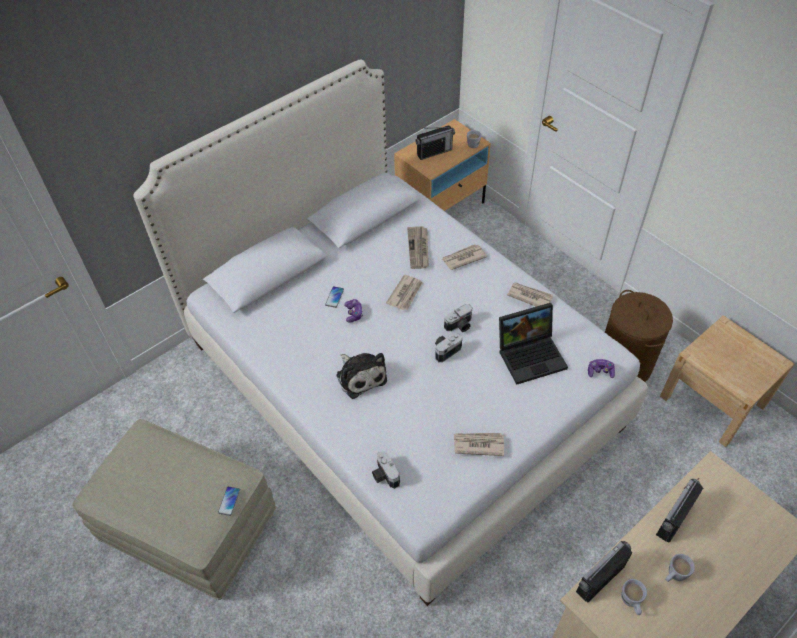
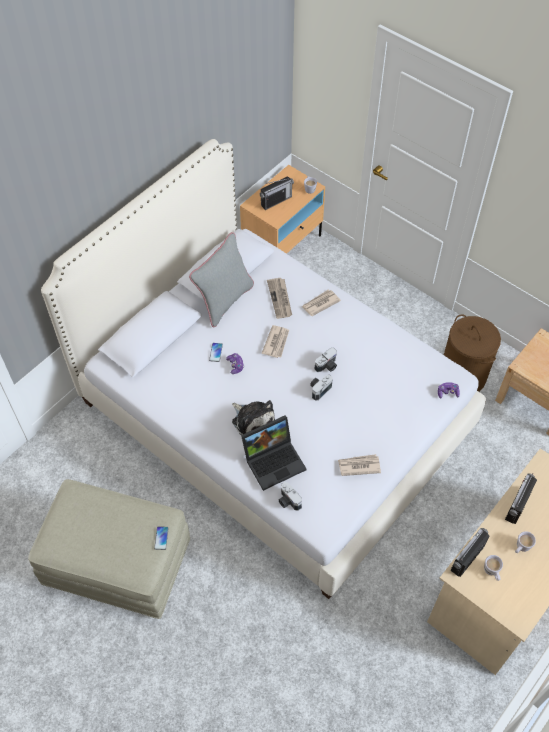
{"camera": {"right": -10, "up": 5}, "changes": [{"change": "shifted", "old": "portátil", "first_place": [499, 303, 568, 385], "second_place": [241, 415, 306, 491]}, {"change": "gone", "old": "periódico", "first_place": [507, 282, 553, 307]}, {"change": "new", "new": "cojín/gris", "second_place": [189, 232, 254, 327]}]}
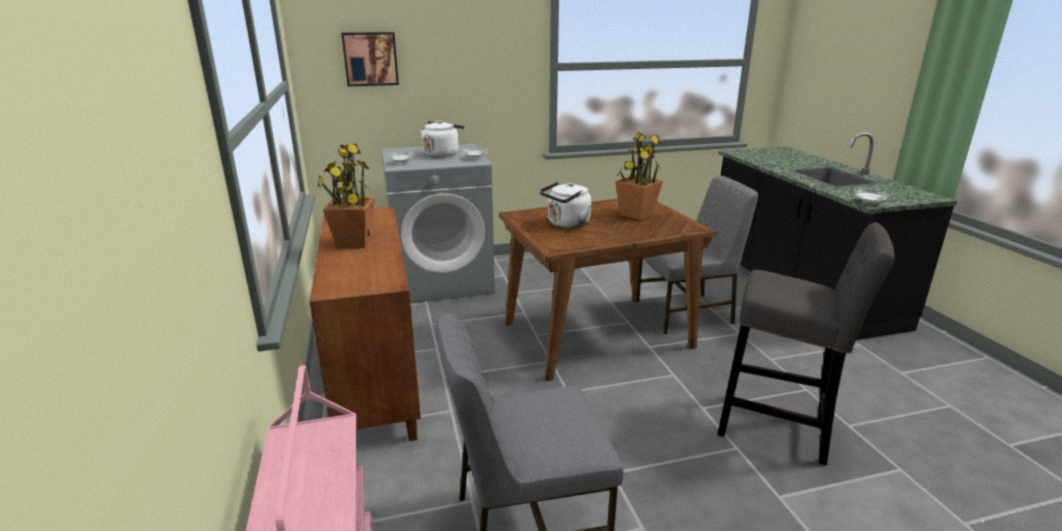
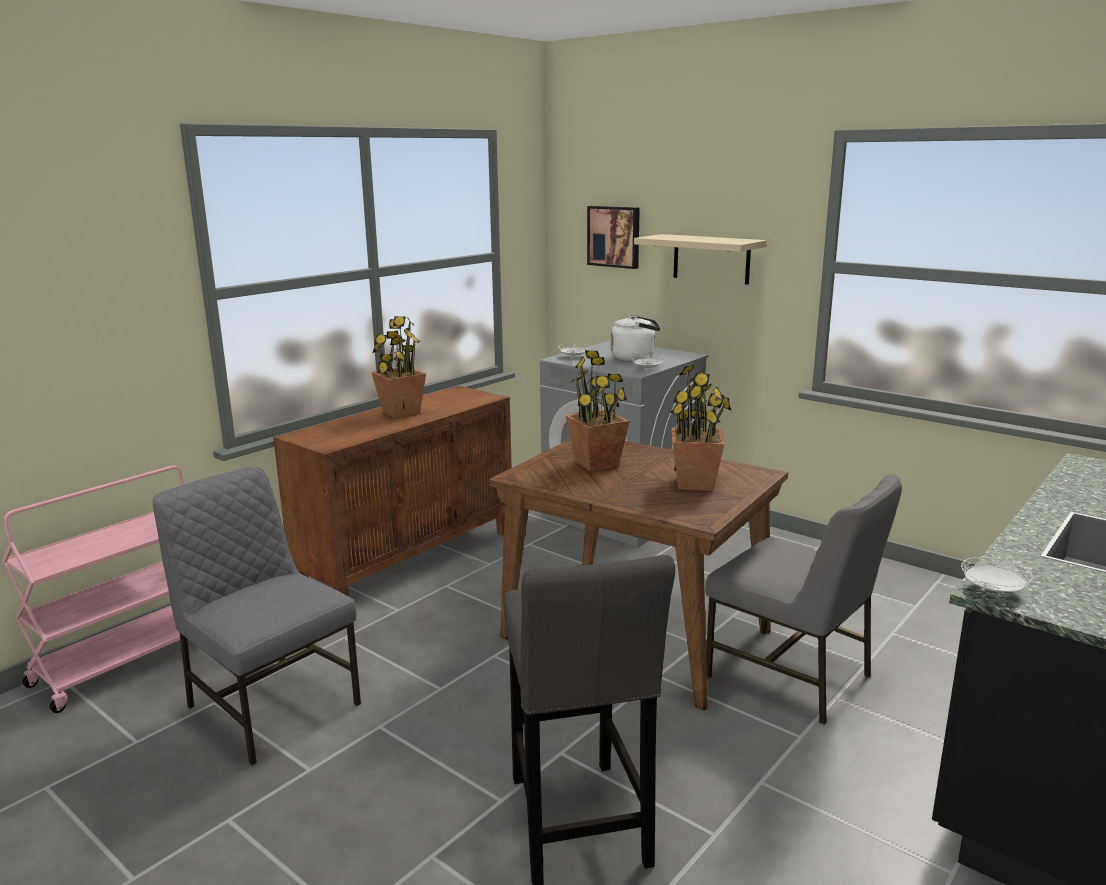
{"camera": {"right": 55, "up": -5}, "changes": [{"change": "swapped", "old": "hervidor/blanco", "new": "planta en maceta", "first_place": [540, 182, 592, 228], "second_place": [566, 350, 630, 472]}, {"change": "new", "new": "estante/beis", "second_place": [634, 234, 767, 285]}]}
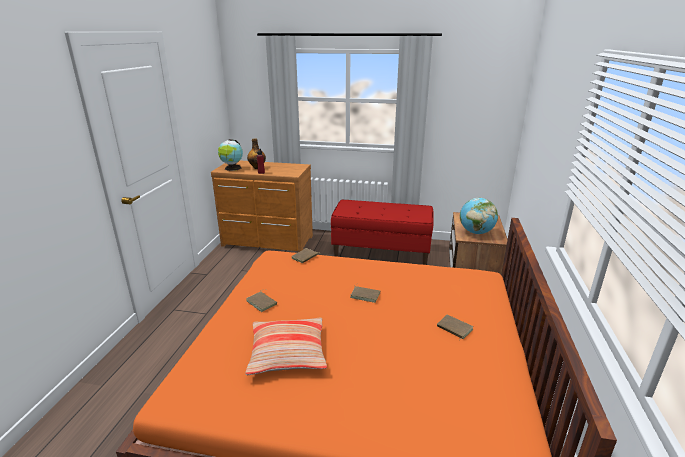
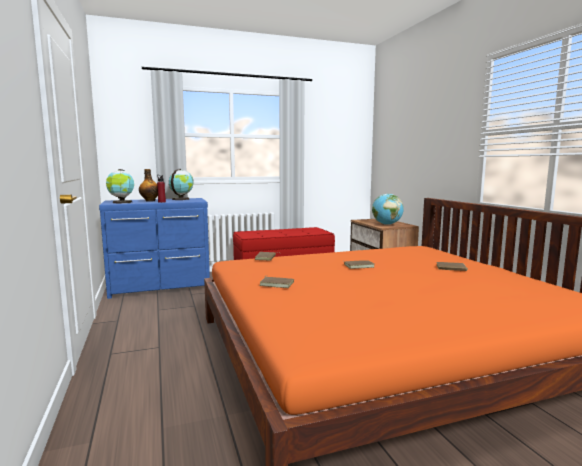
{"camera": {"right": -30, "up": -15}, "changes": [{"change": "repainted", "old": "cómoda/marrón", "new": "cómoda/azul", "first_place": [211, 161, 313, 252], "second_place": [99, 198, 210, 299]}, {"change": "gone", "old": "cojín", "first_place": [245, 318, 327, 375]}, {"change": "new", "new": "globo terráqueo", "second_place": [169, 169, 194, 200]}]}
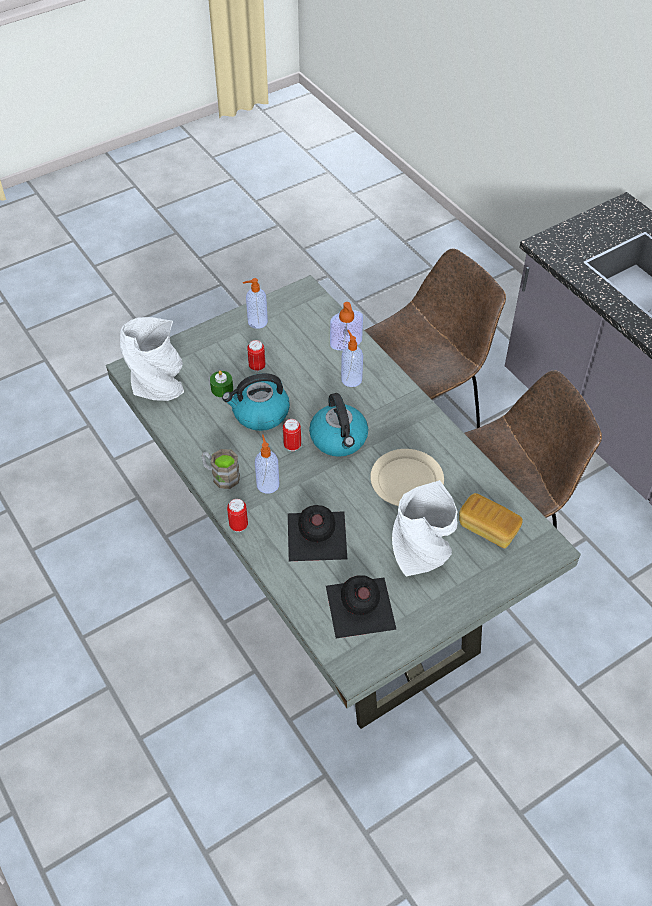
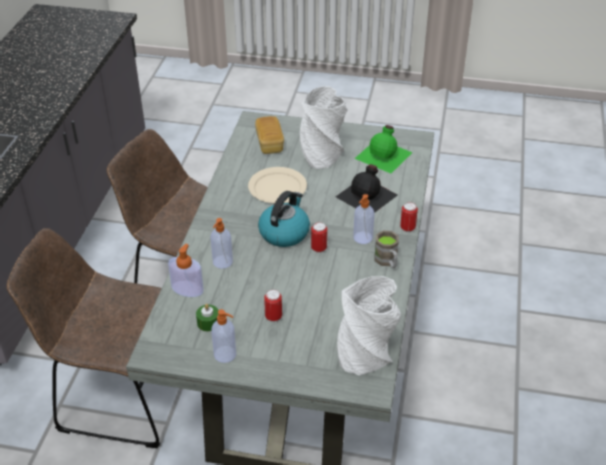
{"camera": {"right": -135, "up": -10}, "changes": [{"change": "shifted", "old": "vela/verde", "first_place": [210, 370, 233, 397], "second_place": [196, 304, 218, 332]}, {"change": "gone", "old": "hervidor", "first_place": [222, 373, 290, 431]}, {"change": "repainted", "old": "botella/negro", "new": "botella/verde", "first_place": [326, 575, 397, 638], "second_place": [355, 125, 413, 173]}]}
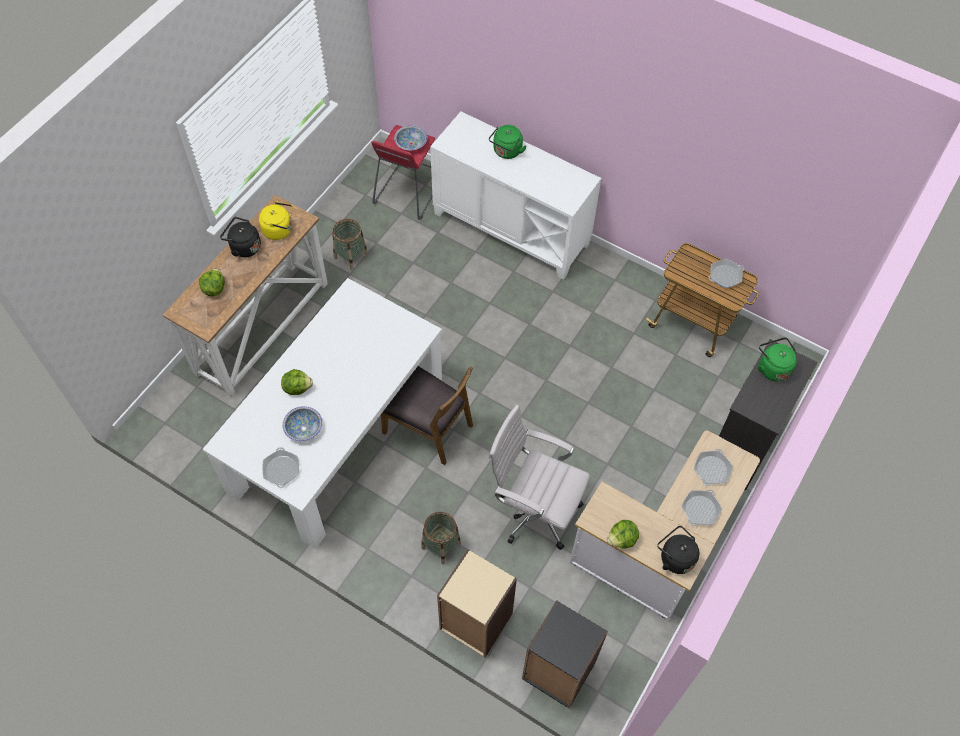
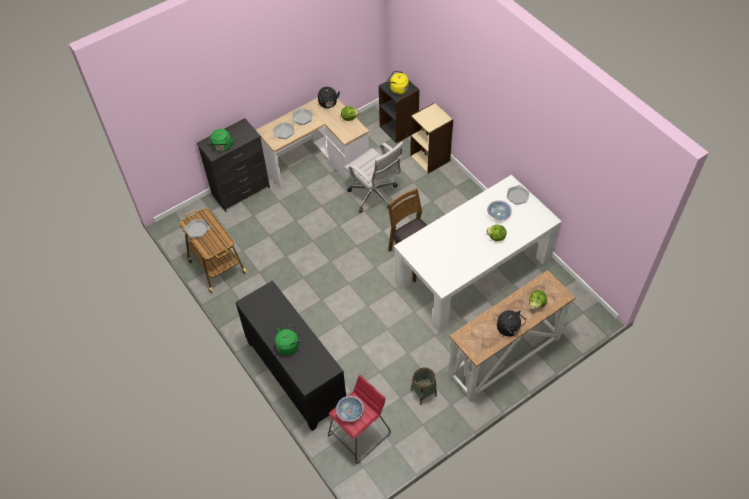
{"camera": {"right": -155, "up": -5}, "changes": [{"change": "shifted", "old": "hervidor/amarillo", "first_place": [259, 201, 293, 240], "second_place": [387, 70, 409, 94]}, {"change": "gone", "old": "cesta", "first_place": [421, 512, 461, 565]}, {"change": "repainted", "old": "armario/blanco", "new": "armario/negro", "first_place": [430, 111, 601, 279], "second_place": [235, 280, 346, 431]}]}
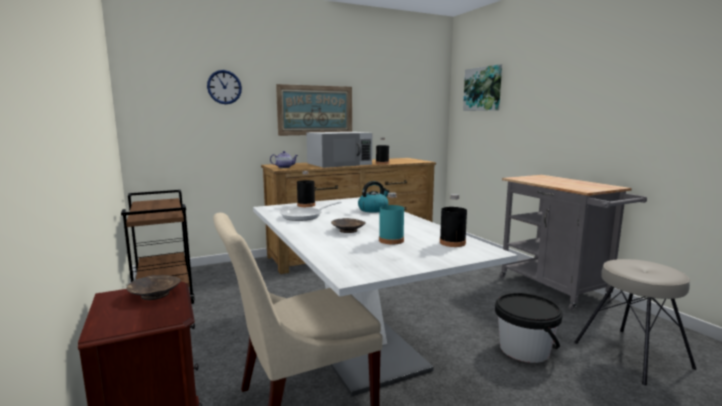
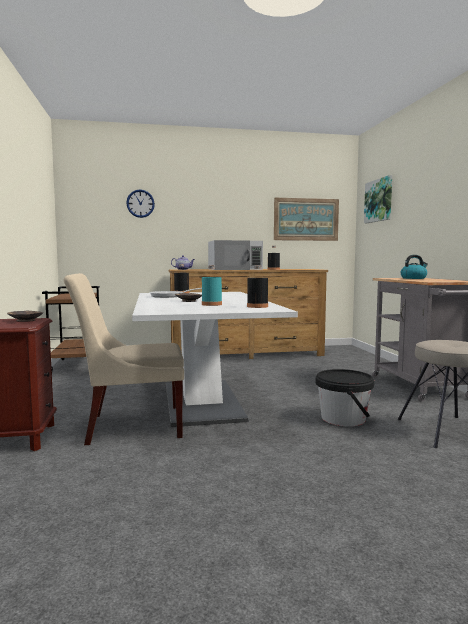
{"camera": {"right": 15, "up": -5}, "changes": [{"change": "shifted", "old": "cuadro", "first_place": [276, 84, 352, 136], "second_place": [274, 198, 339, 241]}, {"change": "shifted", "old": "hervidor", "first_place": [358, 181, 390, 213], "second_place": [401, 255, 428, 279]}]}
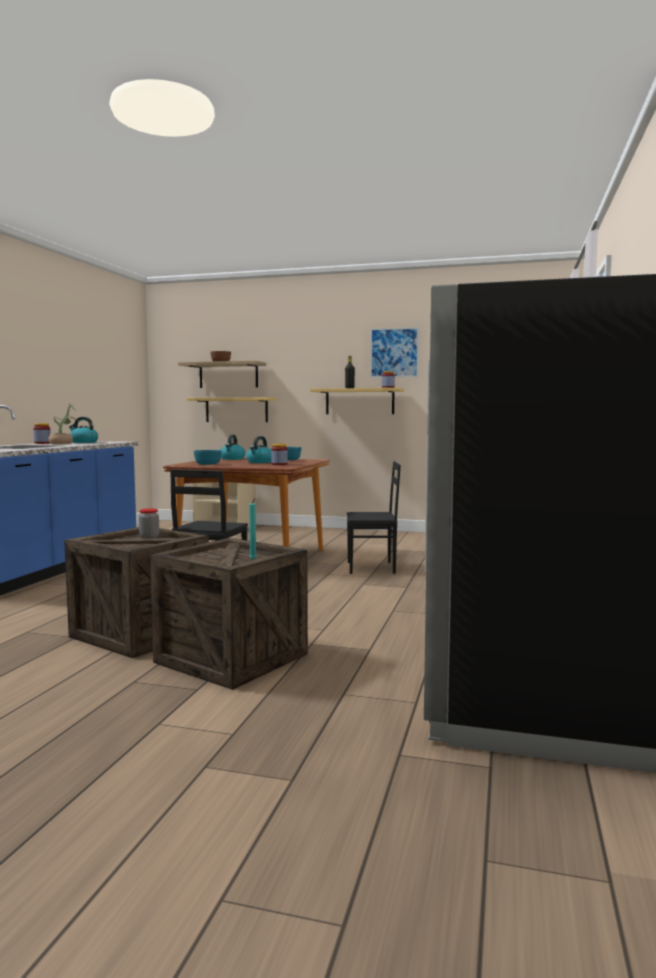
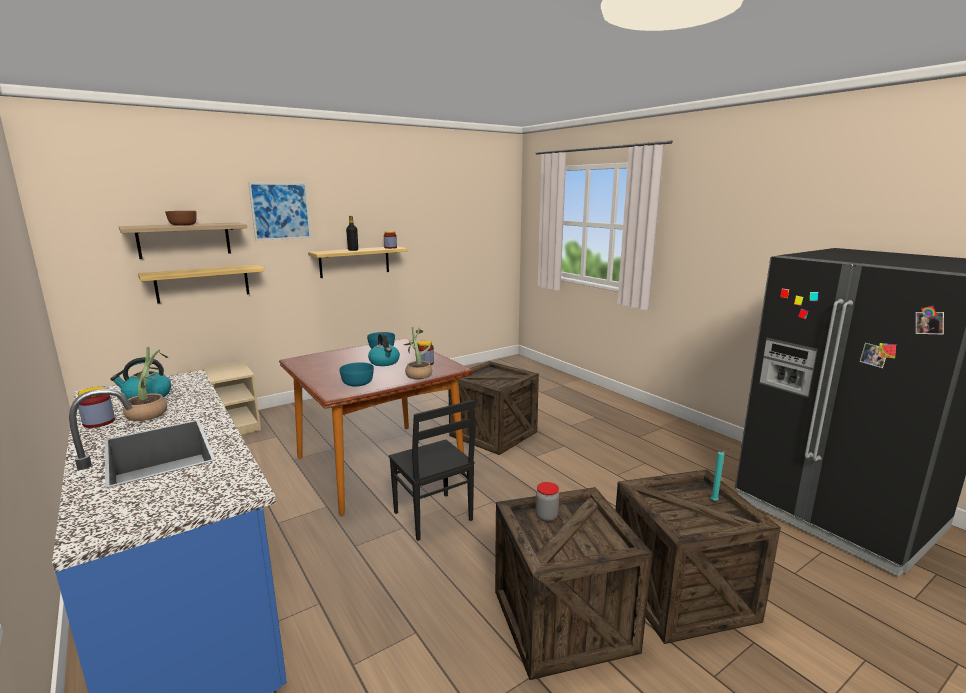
{"camera": {"right": -50, "up": 10}, "changes": [{"change": "gone", "old": "hervidor", "first_place": [221, 435, 246, 460]}, {"change": "swapped", "old": "silla/negro", "new": "caja de embalaje", "first_place": [347, 461, 401, 574], "second_place": [448, 361, 539, 455]}, {"change": "shifted", "old": "cuadro", "first_place": [370, 327, 419, 378], "second_place": [248, 183, 311, 241]}, {"change": "new", "new": "planta en maceta", "second_place": [403, 327, 433, 379]}]}
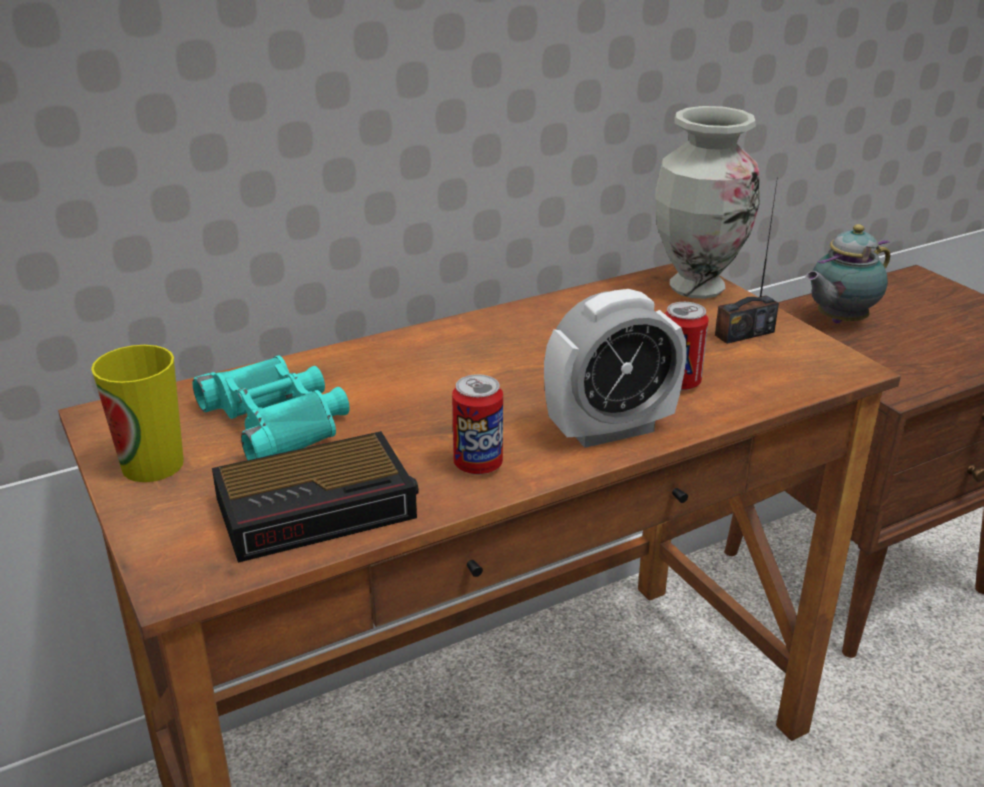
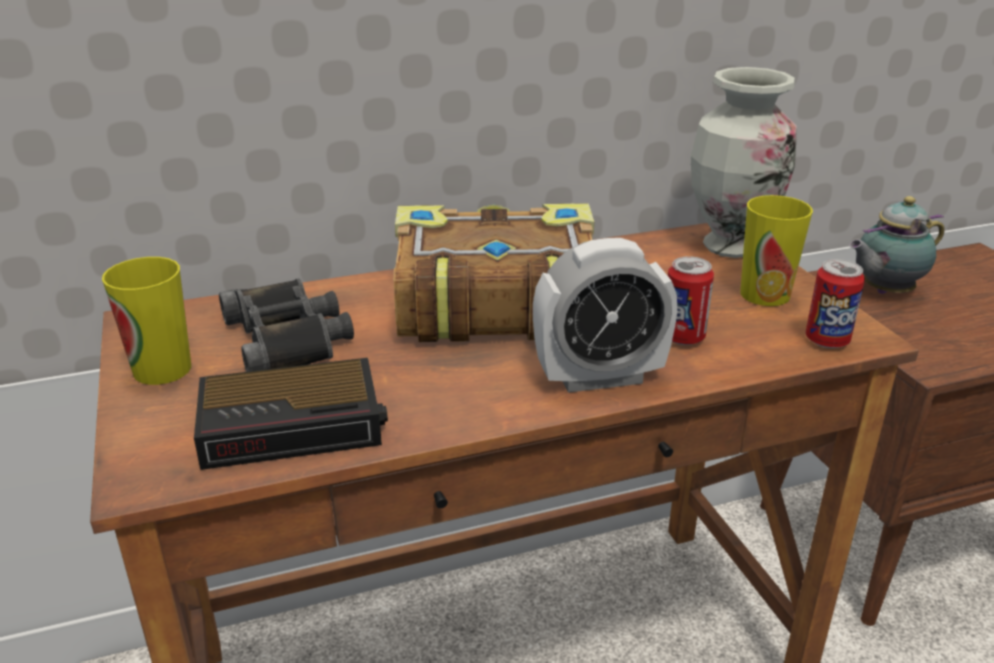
{"camera": {"right": 10, "up": 0}, "changes": [{"change": "repainted", "old": "prismáticos/turquesa", "new": "prismáticos/negro", "first_place": [192, 356, 350, 460], "second_place": [219, 278, 354, 372]}, {"change": "shifted", "old": "lata", "first_place": [452, 374, 503, 475], "second_place": [806, 259, 865, 348]}, {"change": "swapped", "old": "radio", "new": "taza", "first_place": [715, 176, 779, 344], "second_place": [740, 195, 813, 306]}, {"change": "new", "new": "libro", "second_place": [394, 203, 594, 342]}]}
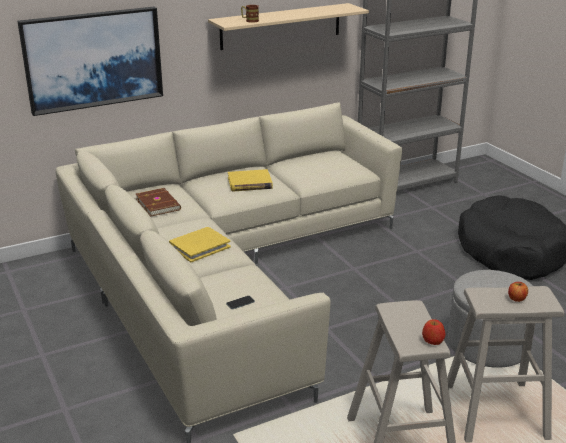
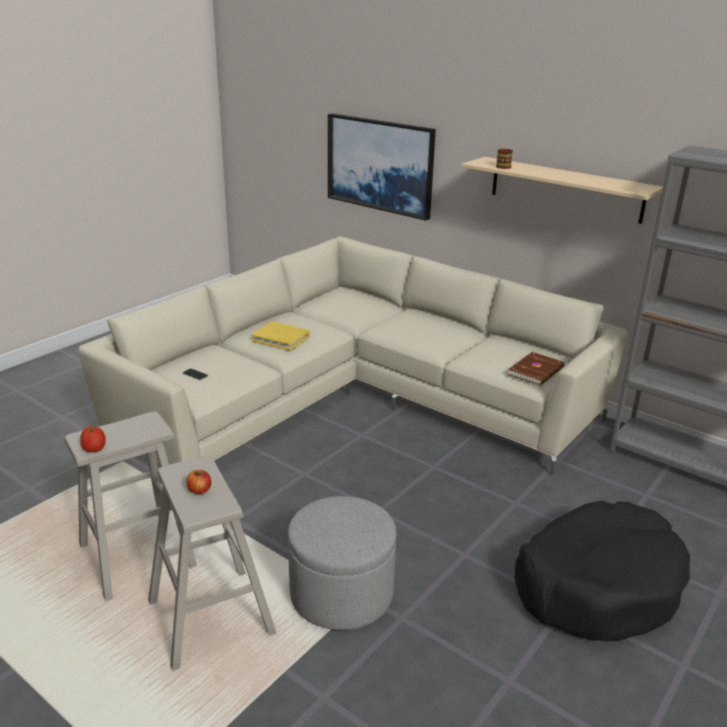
{"camera": {"right": 65, "up": 0}, "changes": [{"change": "shifted", "old": "libro/marrón", "first_place": [136, 188, 181, 217], "second_place": [508, 352, 564, 386]}, {"change": "gone", "old": "libro/amarillo", "first_place": [228, 169, 273, 191]}]}
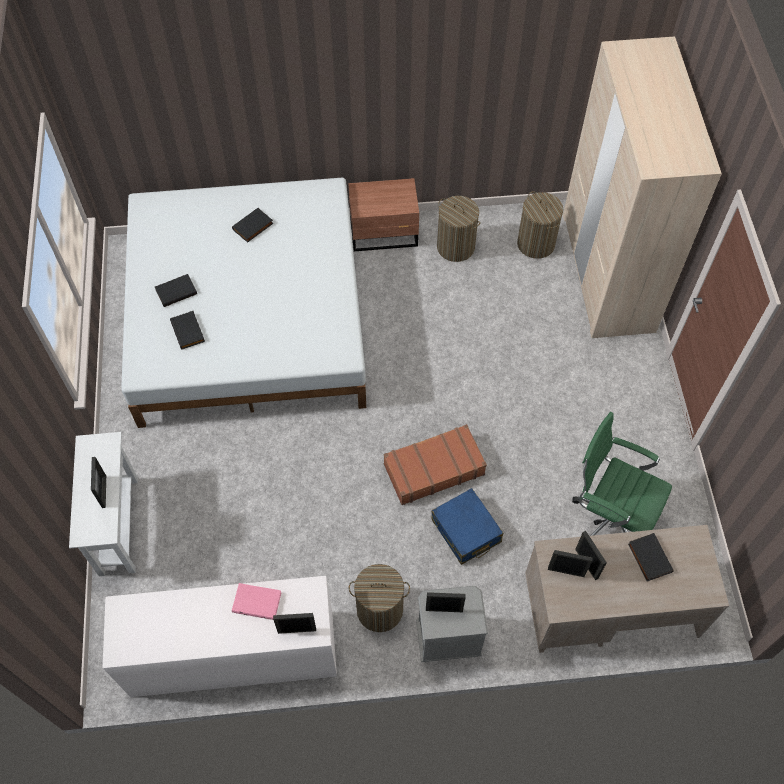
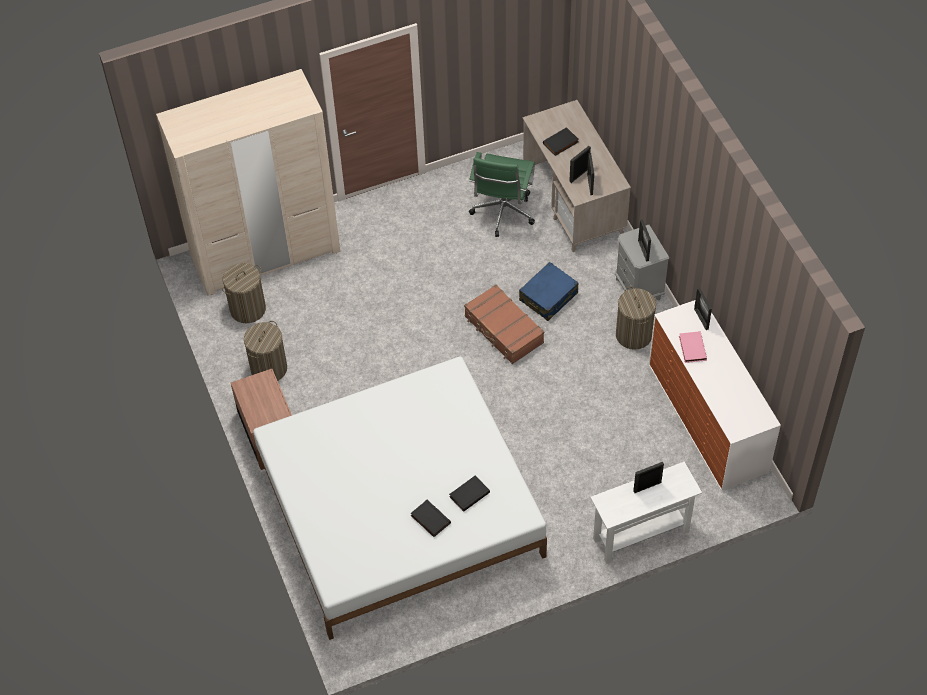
{"camera": {"right": -105, "up": -5}, "changes": [{"change": "gone", "old": "libro/negro", "first_place": [232, 208, 273, 243]}]}
